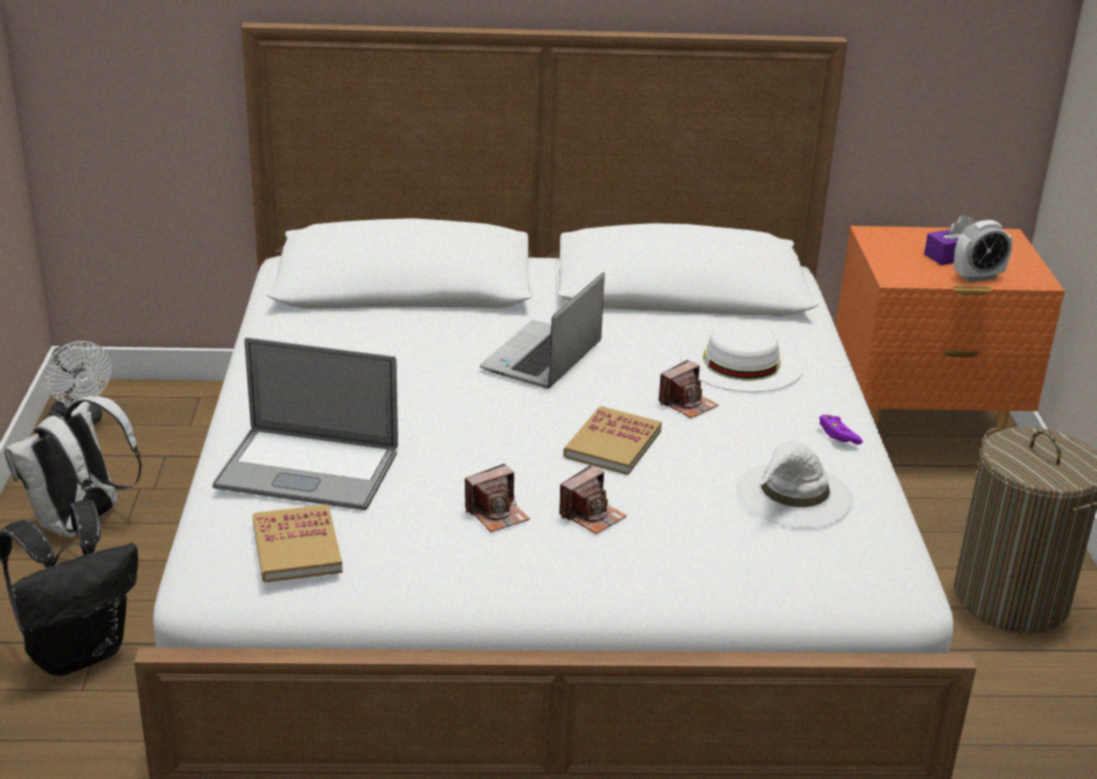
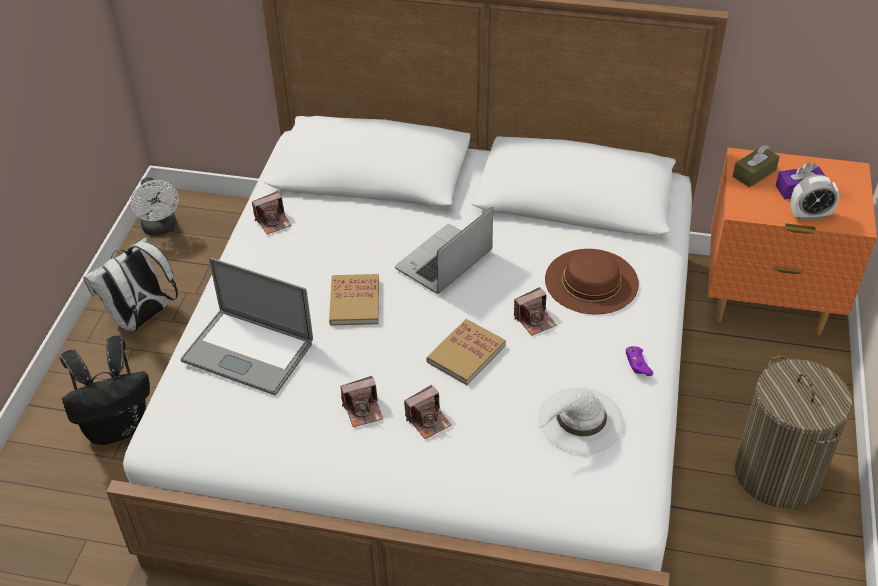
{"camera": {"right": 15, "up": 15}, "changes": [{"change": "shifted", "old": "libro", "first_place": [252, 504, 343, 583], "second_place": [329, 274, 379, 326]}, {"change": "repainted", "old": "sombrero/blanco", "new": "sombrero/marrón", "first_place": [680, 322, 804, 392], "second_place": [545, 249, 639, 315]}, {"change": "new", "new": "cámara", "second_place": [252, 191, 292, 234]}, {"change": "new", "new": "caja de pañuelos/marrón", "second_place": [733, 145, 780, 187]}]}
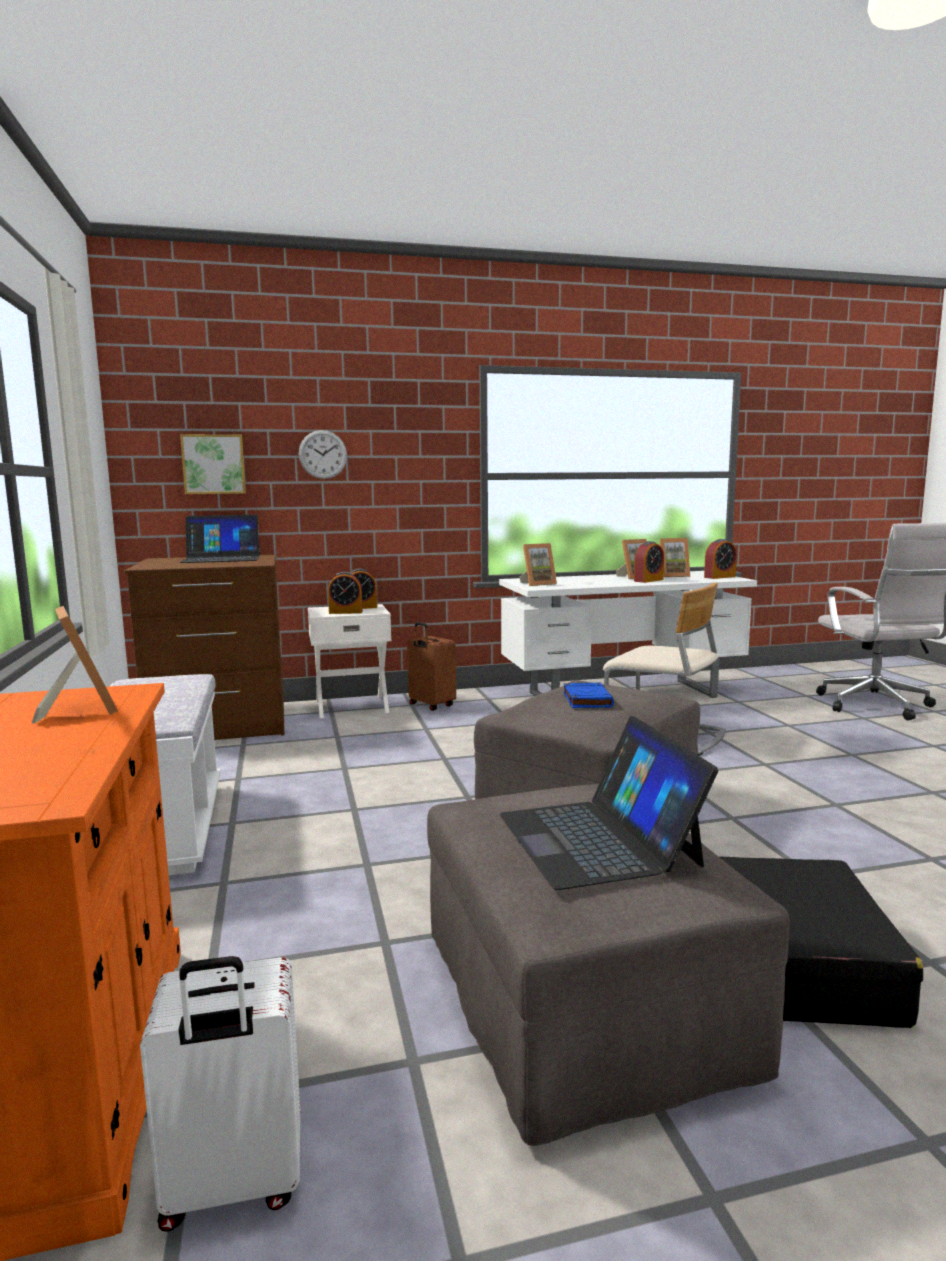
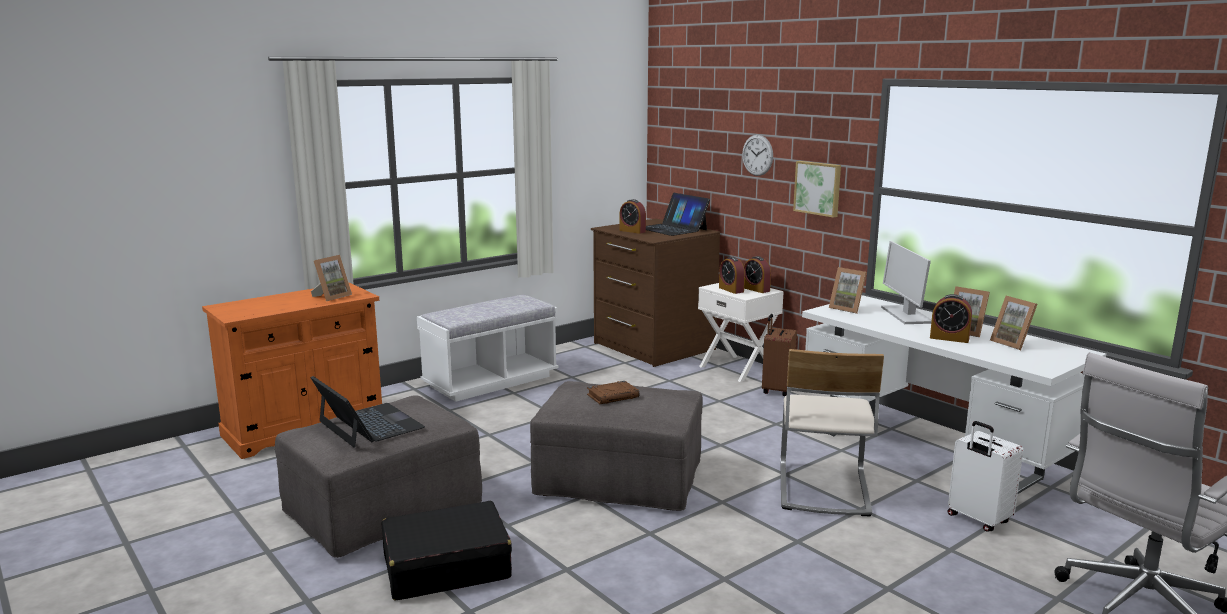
{"camera": {"right": 65, "up": 5}, "changes": [{"change": "shifted", "old": "maleta/blanco", "first_place": [140, 956, 300, 1232], "second_place": [948, 421, 1023, 532]}, {"change": "shifted", "old": "cuadro", "first_place": [180, 434, 246, 494], "second_place": [793, 161, 841, 218]}, {"change": "rotated", "old": "portátil", "first_place": [500, 716, 718, 890], "second_place": [311, 376, 425, 448], "degrees": 90}, {"change": "repainted", "old": "libro/azul", "new": "libro/marrón", "first_place": [564, 683, 614, 708], "second_place": [587, 381, 639, 404]}, {"change": "shifted", "old": "despertador", "first_place": [704, 539, 737, 579], "second_place": [620, 199, 646, 234]}, {"change": "new", "new": "monitor", "second_place": [881, 241, 932, 324]}]}
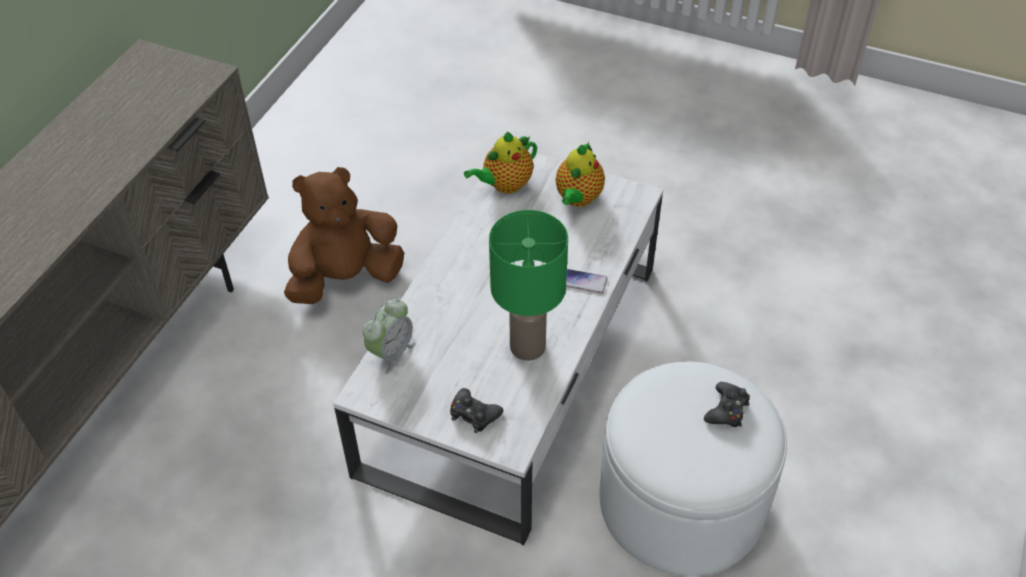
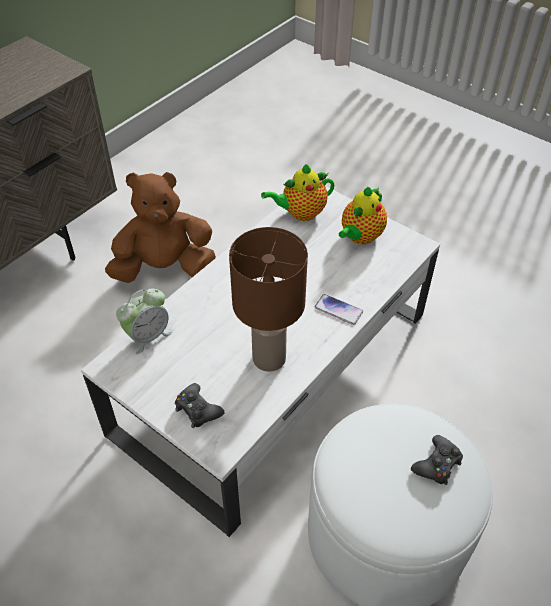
{"camera": {"right": 15, "up": 0}, "changes": [{"change": "repainted", "old": "lámpara de mesa/verde", "new": "lámpara de mesa/marrón", "first_place": [489, 210, 568, 361], "second_place": [229, 227, 308, 372]}]}
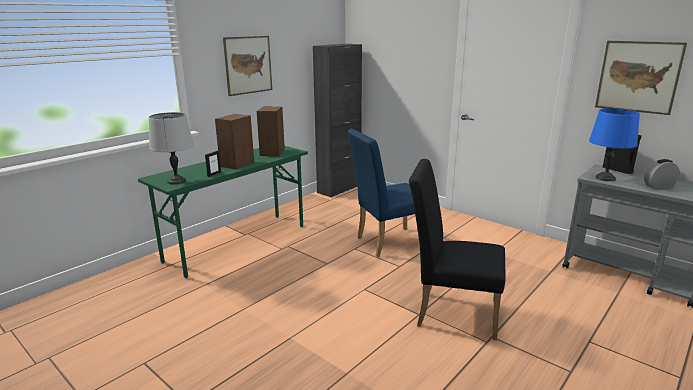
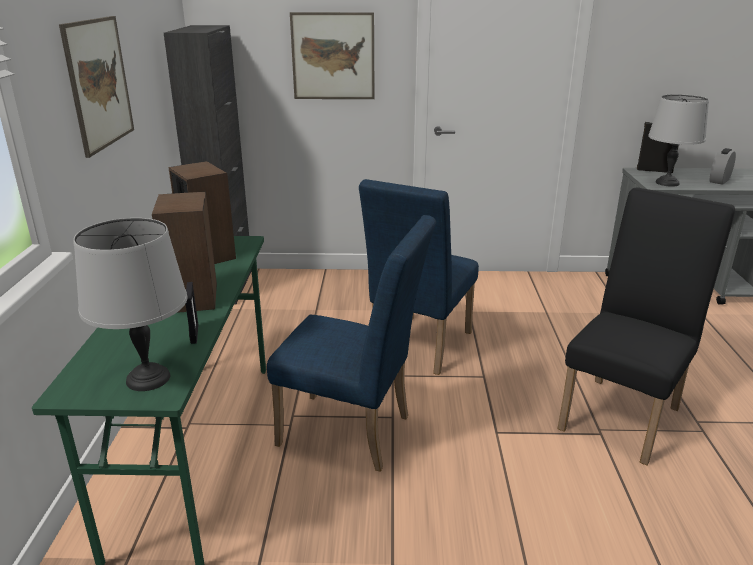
{"camera": {"right": -40, "up": 5}, "changes": [{"change": "rotated", "old": "silla/negro", "first_place": [409, 159, 505, 340], "second_place": [557, 188, 735, 466], "degrees": 150}, {"change": "repainted", "old": "lámpara de mesa/azul", "new": "lámpara de mesa/gris", "first_place": [589, 108, 640, 181], "second_place": [648, 94, 709, 187]}, {"change": "shifted", "old": "cuadro", "first_place": [595, 41, 687, 115], "second_place": [290, 12, 375, 99]}, {"change": "new", "new": "silla/azul", "second_place": [267, 215, 436, 472]}]}
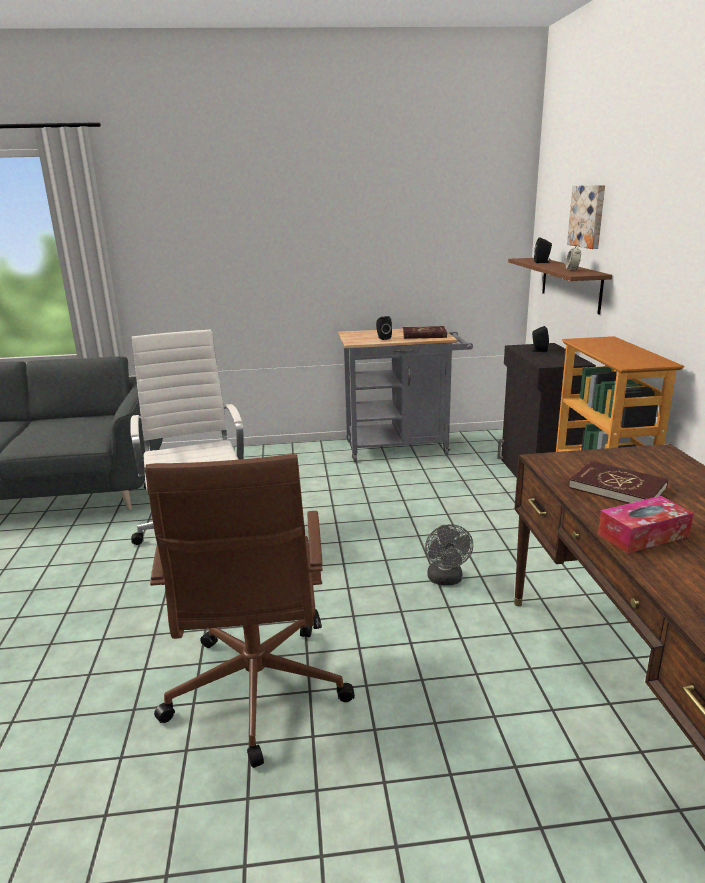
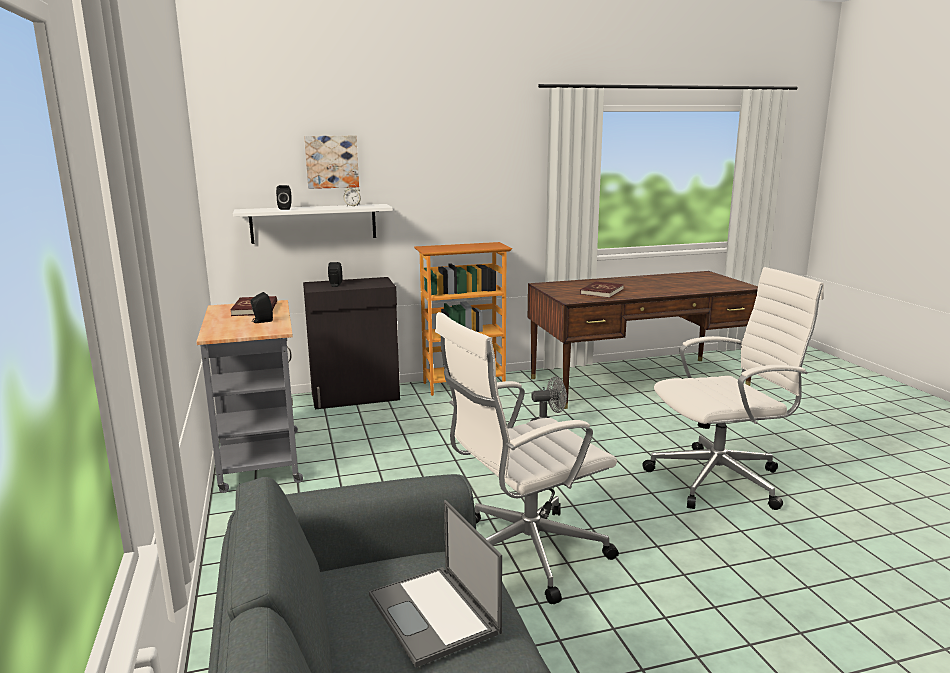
{"camera": {"right": -100, "up": -5}, "changes": [{"change": "repainted", "old": "silla de oficina/marrón", "new": "silla de oficina/blanco", "first_place": [145, 454, 355, 768], "second_place": [642, 267, 824, 510]}, {"change": "repainted", "old": "estante/marrón", "new": "estante/blanco", "first_place": [508, 258, 612, 314], "second_place": [233, 204, 393, 244]}, {"change": "gone", "old": "caja de pañuelos", "first_place": [598, 496, 694, 553]}, {"change": "new", "new": "portátil", "second_place": [369, 500, 502, 668]}]}
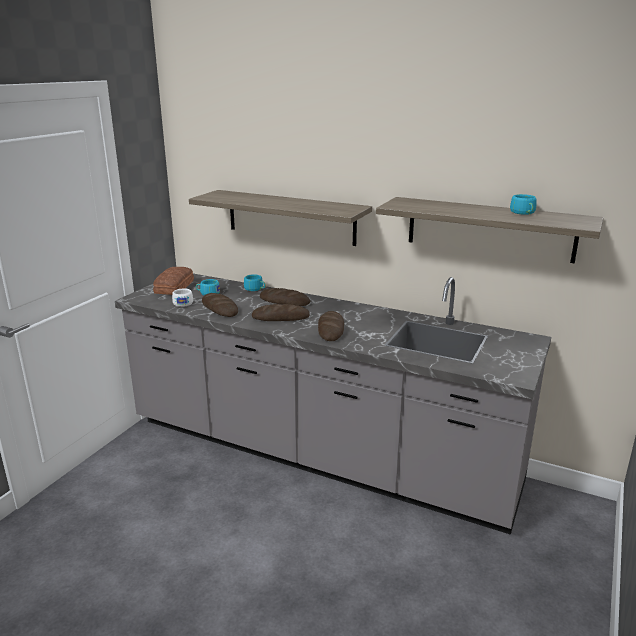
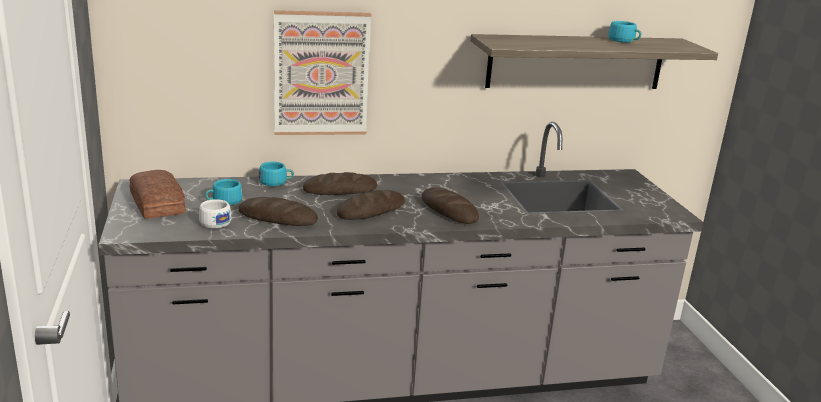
{"camera": {"right": -40, "up": 0}, "changes": [{"change": "swapped", "old": "estante", "new": "cuadro", "first_place": [189, 190, 372, 246], "second_place": [274, 10, 371, 135]}]}
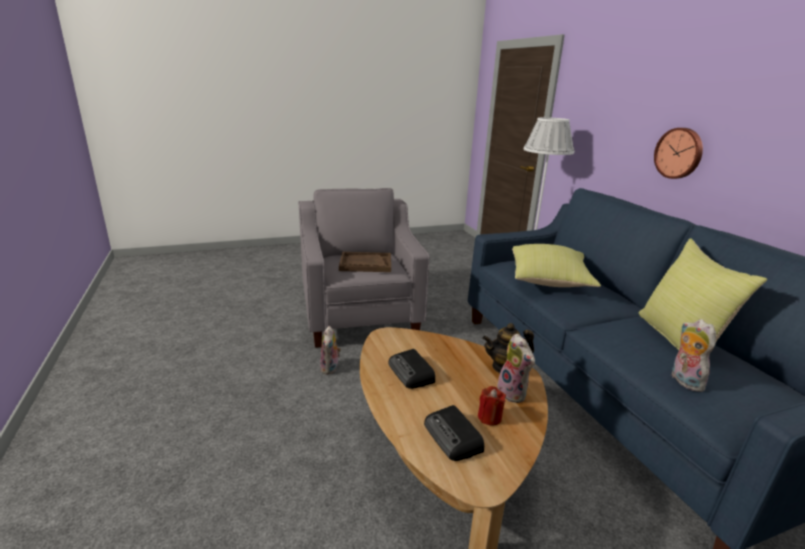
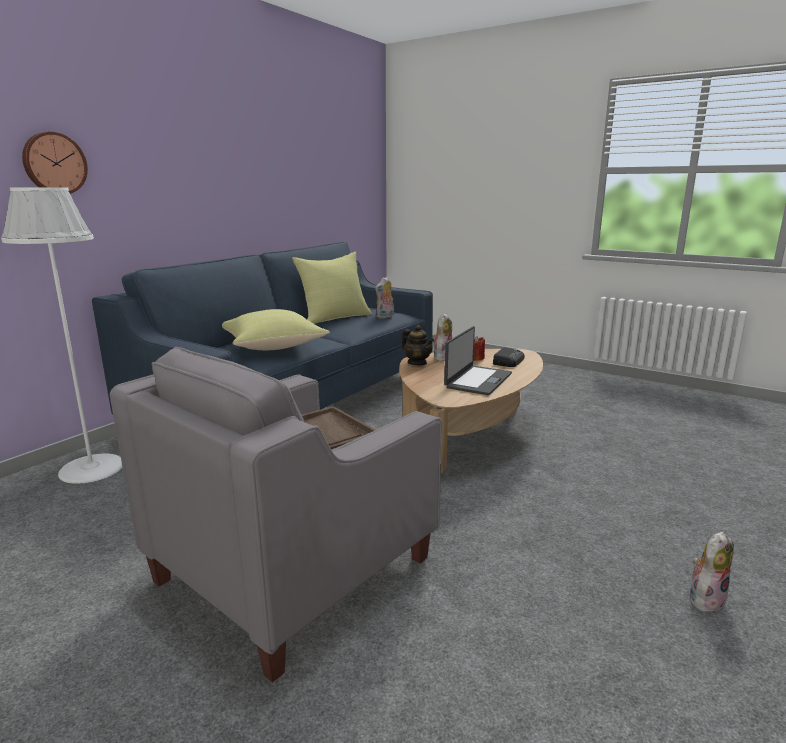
{"camera": {"right": -125, "up": -5}, "changes": [{"change": "shifted", "old": "peluche", "first_place": [320, 326, 341, 374], "second_place": [690, 532, 734, 612]}, {"change": "swapped", "old": "radio", "new": "portátil", "first_place": [388, 349, 435, 389], "second_place": [444, 326, 512, 395]}, {"change": "shifted", "old": "reloj de pared", "first_place": [654, 128, 703, 179], "second_place": [22, 132, 88, 194]}]}
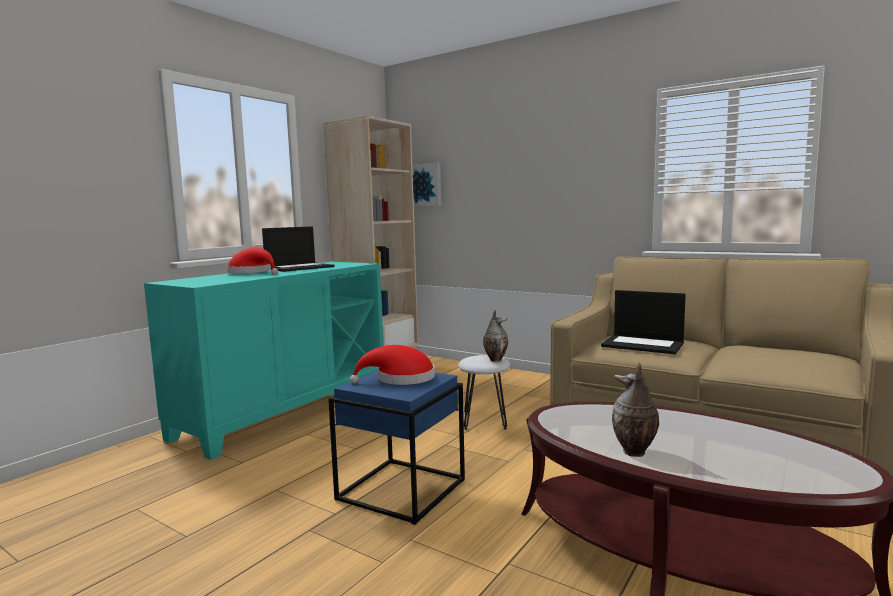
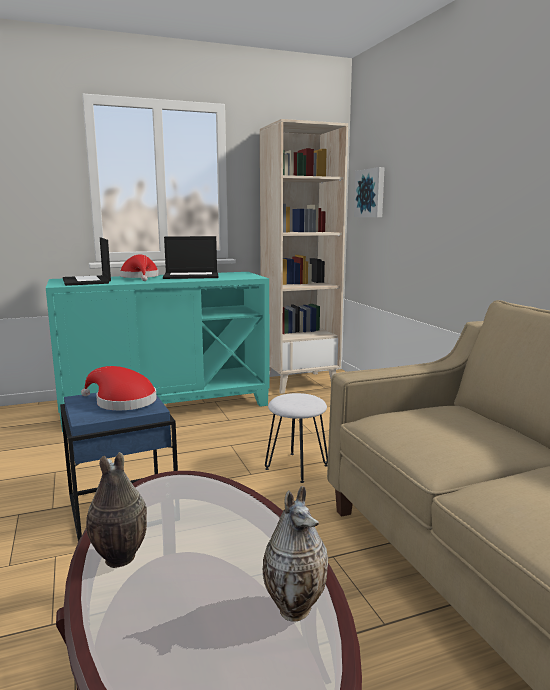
{"camera": {"right": 35, "up": 5}, "changes": [{"change": "shifted", "old": "florero", "first_place": [483, 310, 508, 362], "second_place": [263, 486, 328, 622]}, {"change": "shifted", "old": "portátil", "first_place": [601, 290, 686, 354], "second_place": [63, 237, 111, 286]}]}
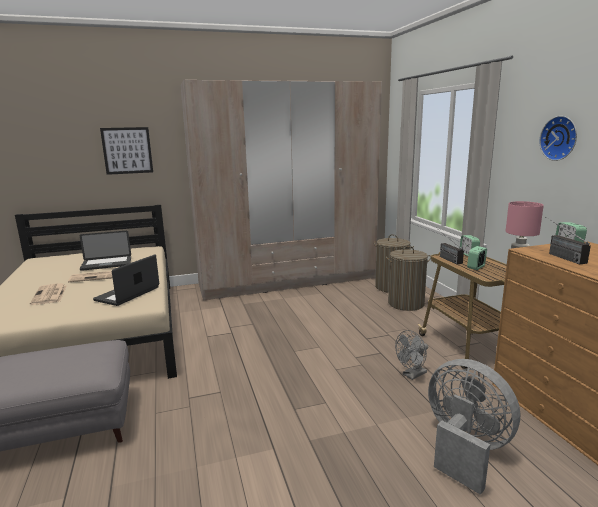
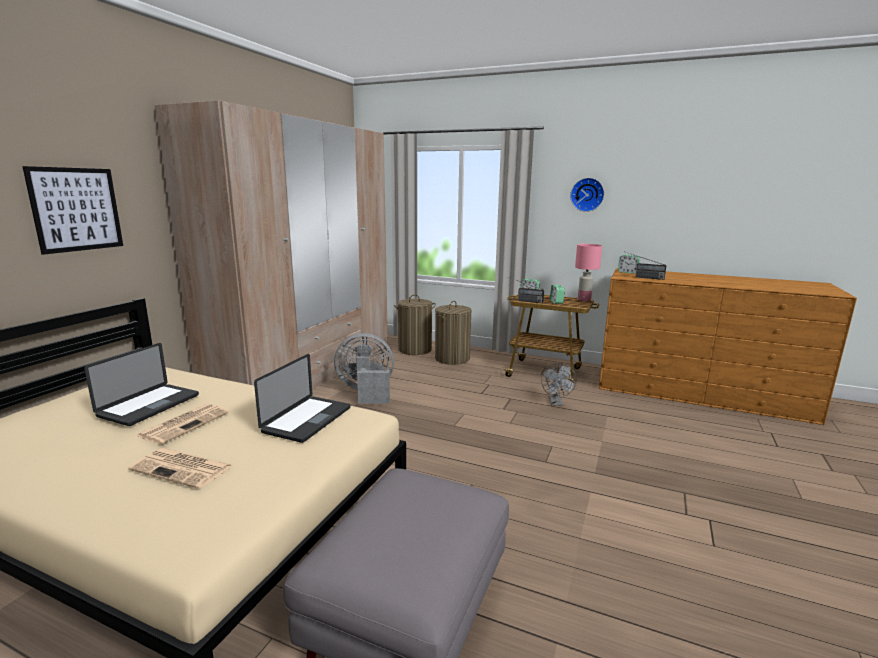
{"camera": {"right": -50, "up": 0}, "changes": [{"change": "rotated", "old": "portátil", "first_place": [93, 254, 159, 306], "second_place": [254, 354, 350, 443], "degrees": -135}, {"change": "shifted", "old": "ventilador/gris", "first_place": [428, 359, 520, 495], "second_place": [334, 333, 394, 404]}]}
